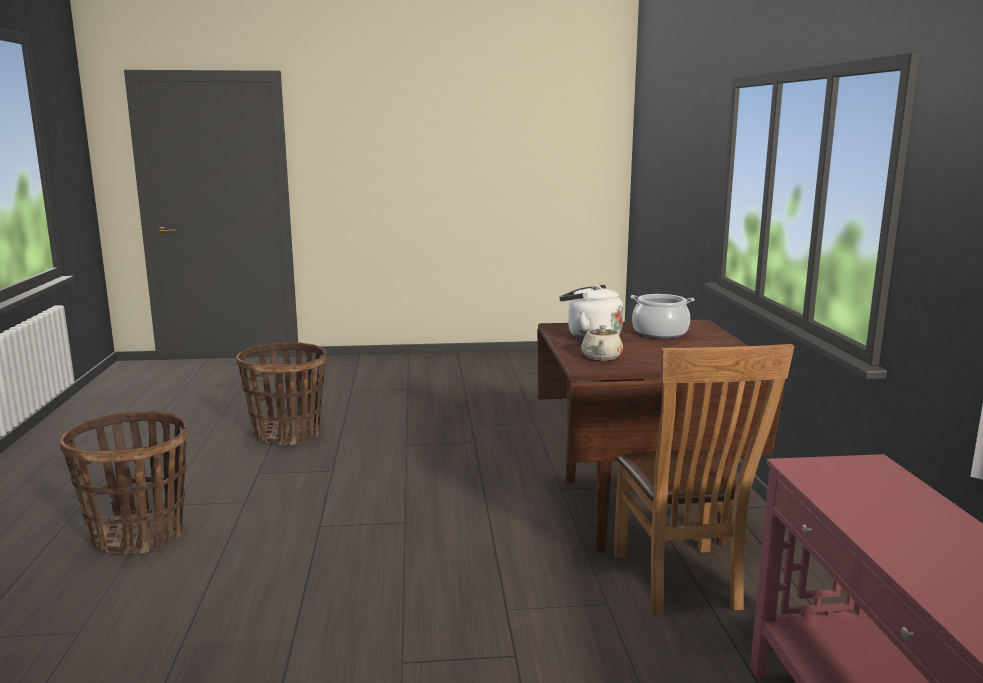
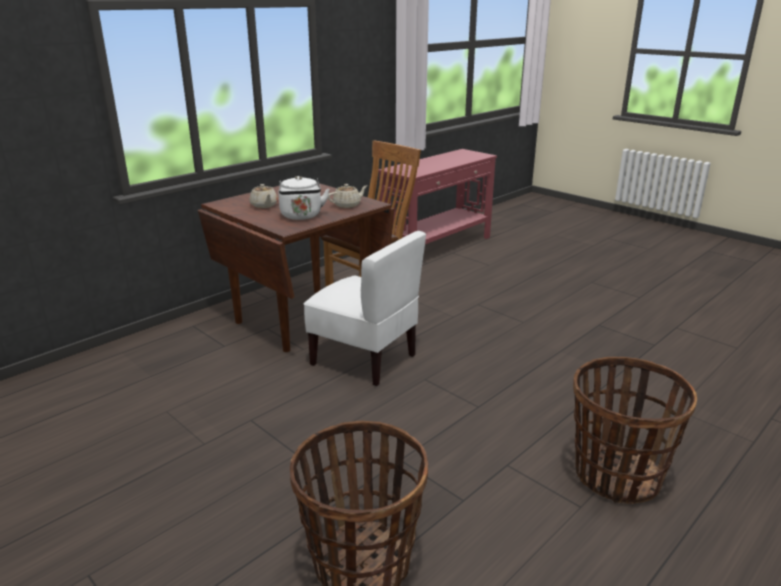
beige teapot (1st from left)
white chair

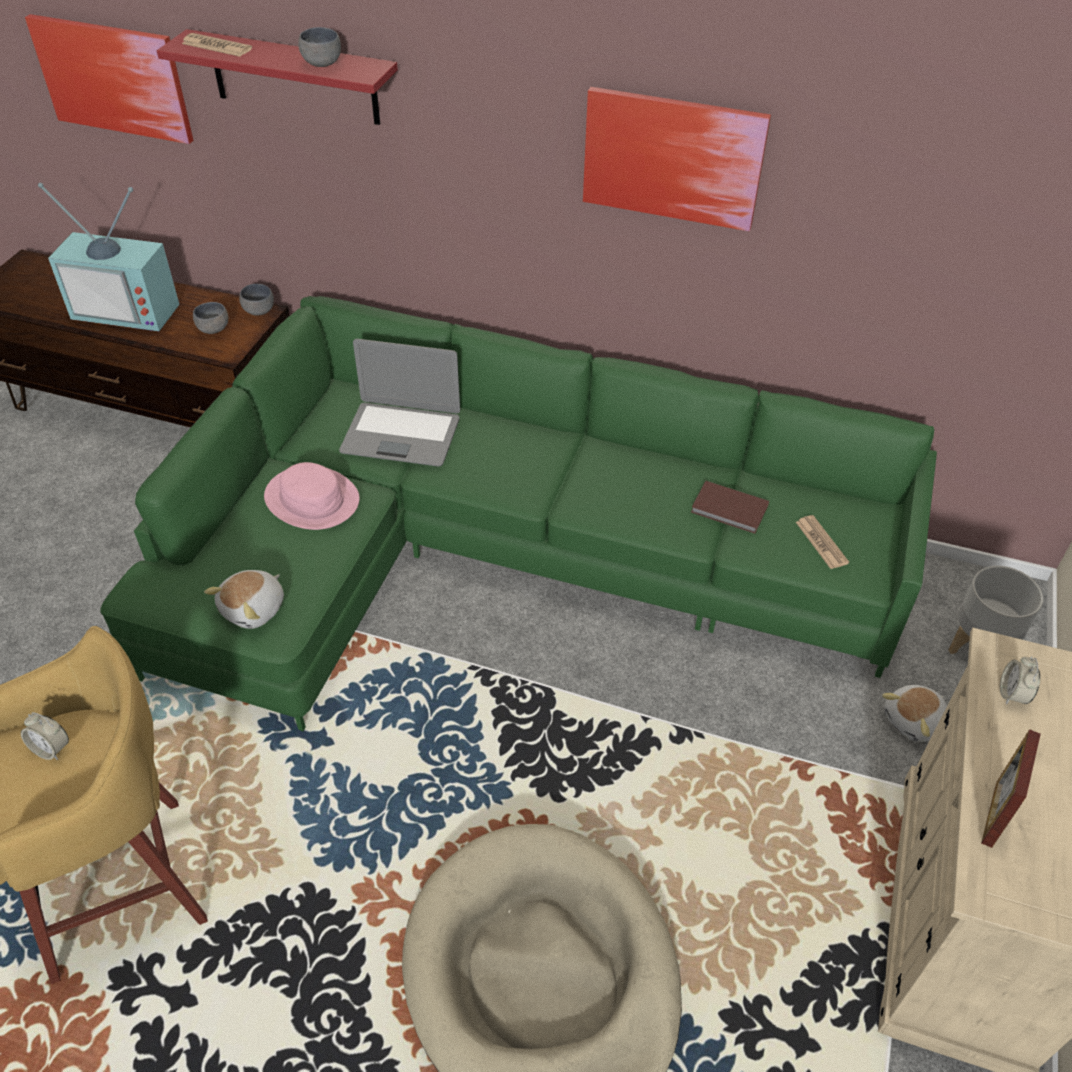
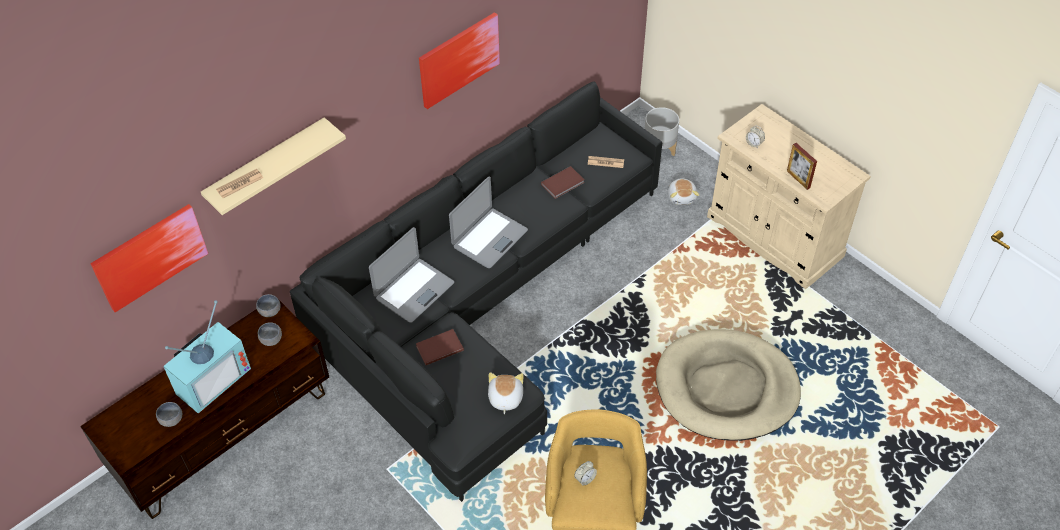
grey bowl (1st from left)
beige shelf
black sofa
brown book (1st from left)
laptop (2nd from left)
plush toy (1st from left)

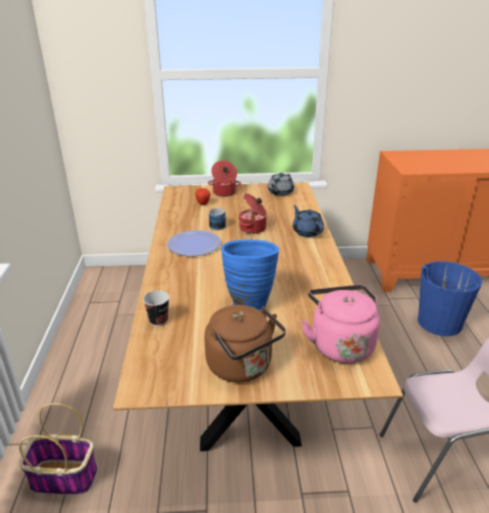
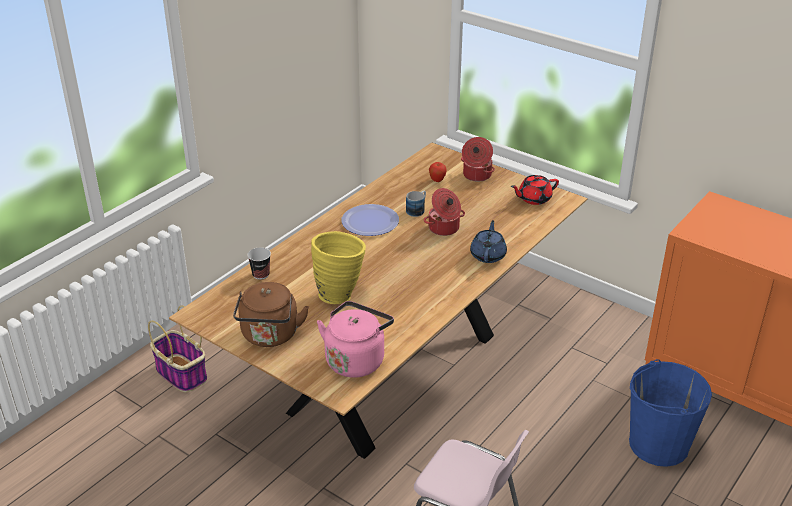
yellow vase
red teapot

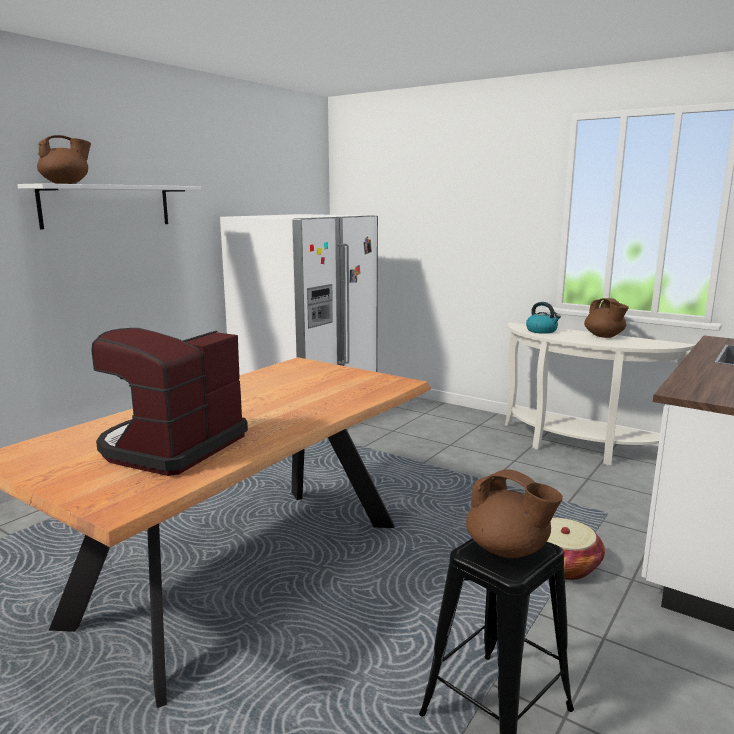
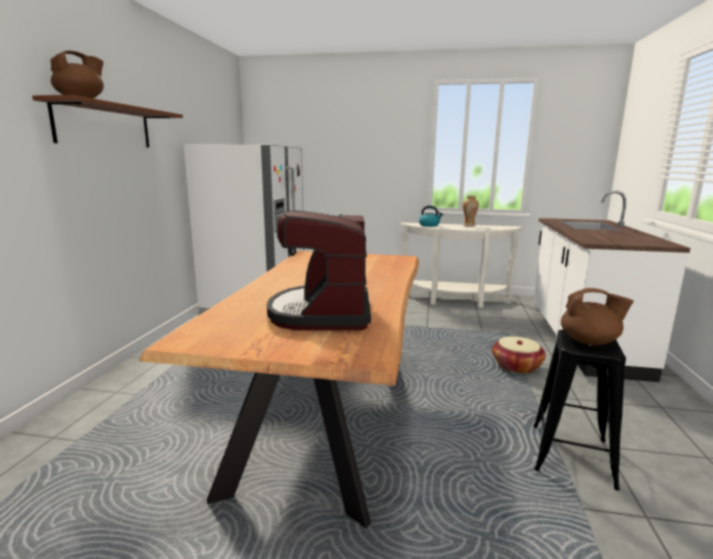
brown shelf
vase

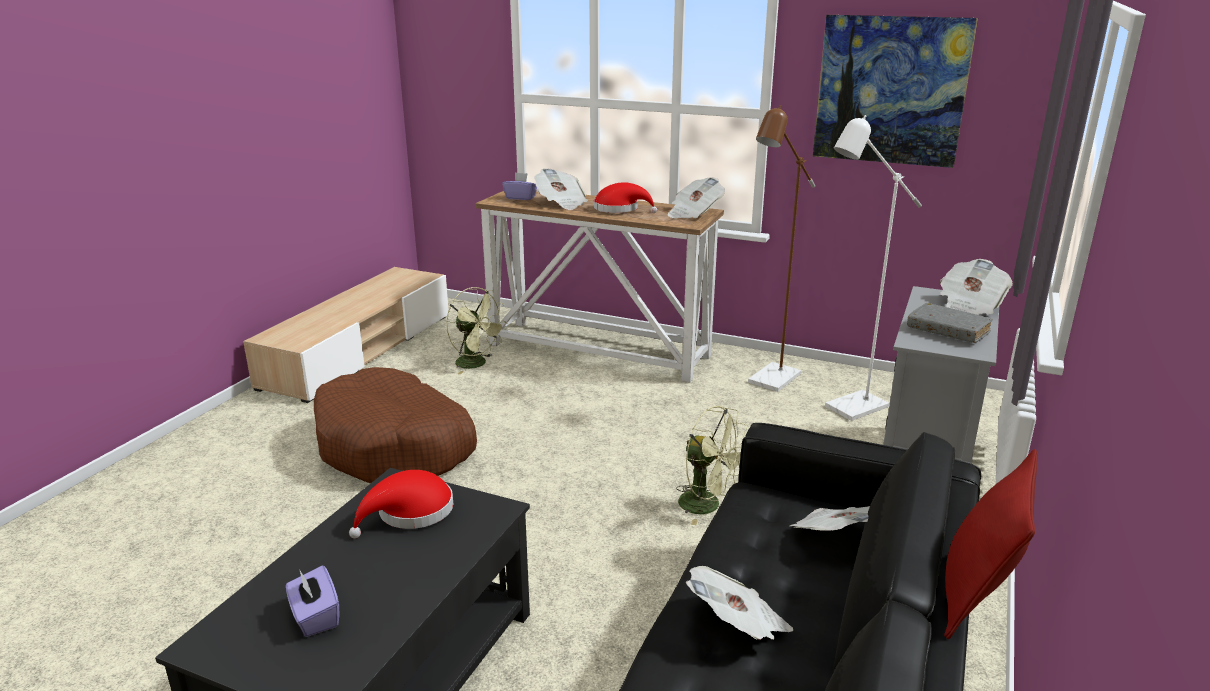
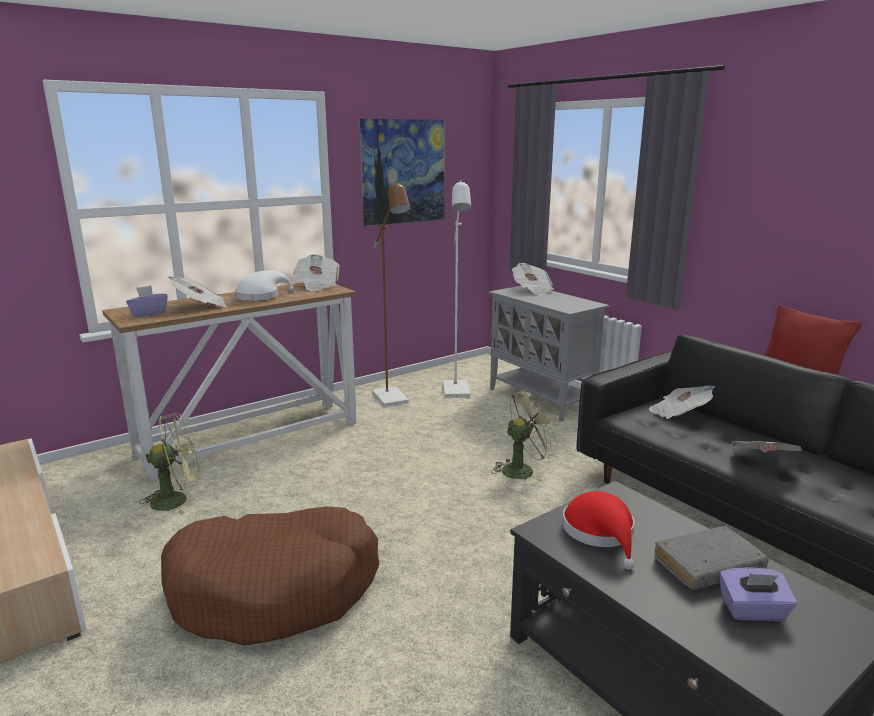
white hat
grey book

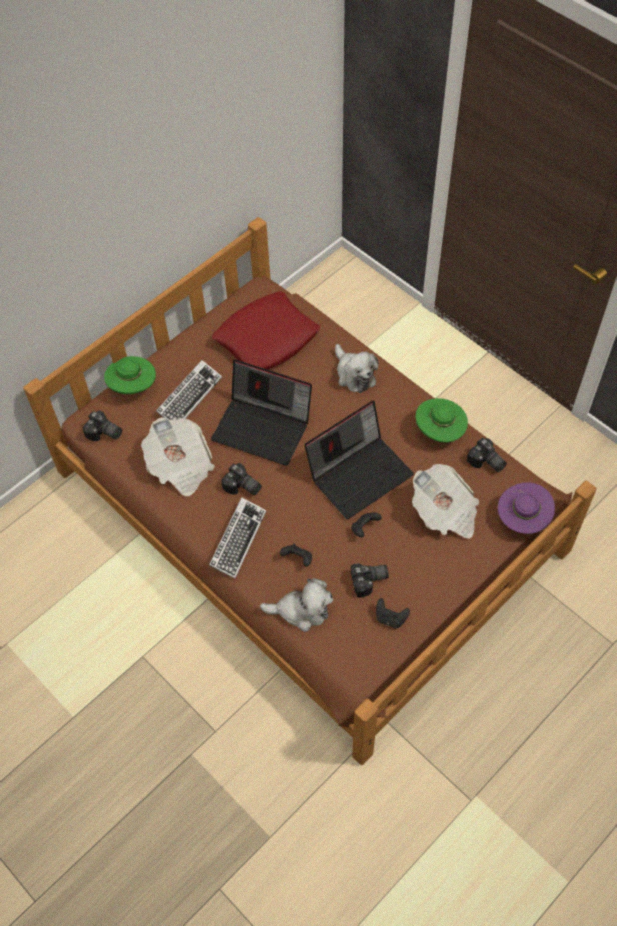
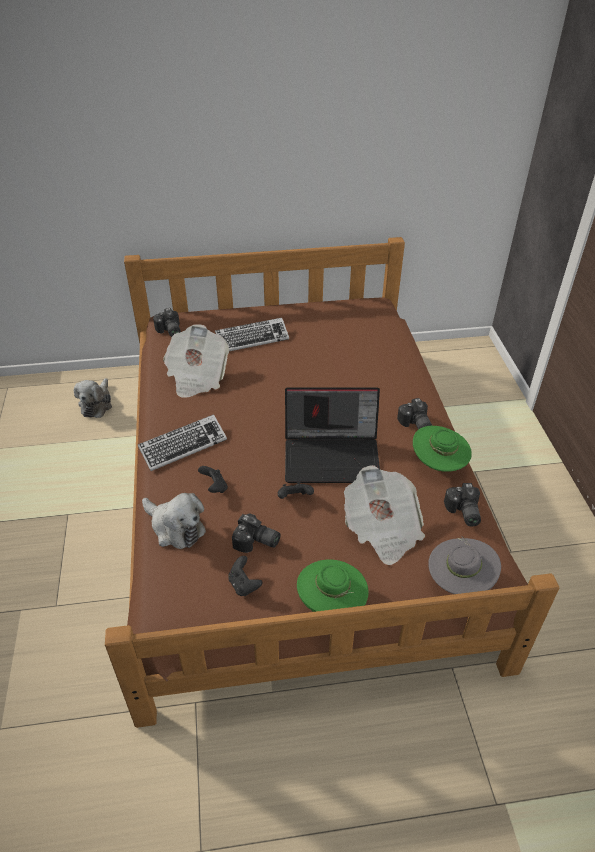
plush toy (1st from left)
green hat (1st from left)
photo camera (3rd from left)
grey hat
laptop (1st from left in the first image)
red pillow

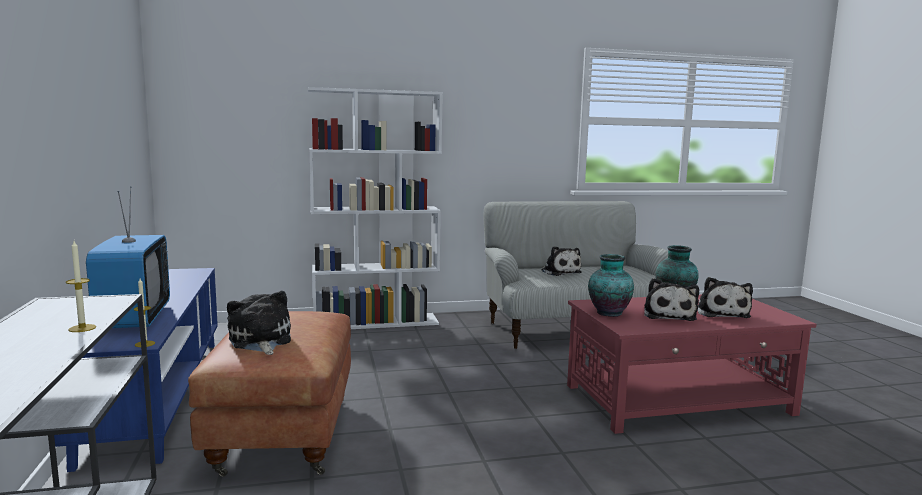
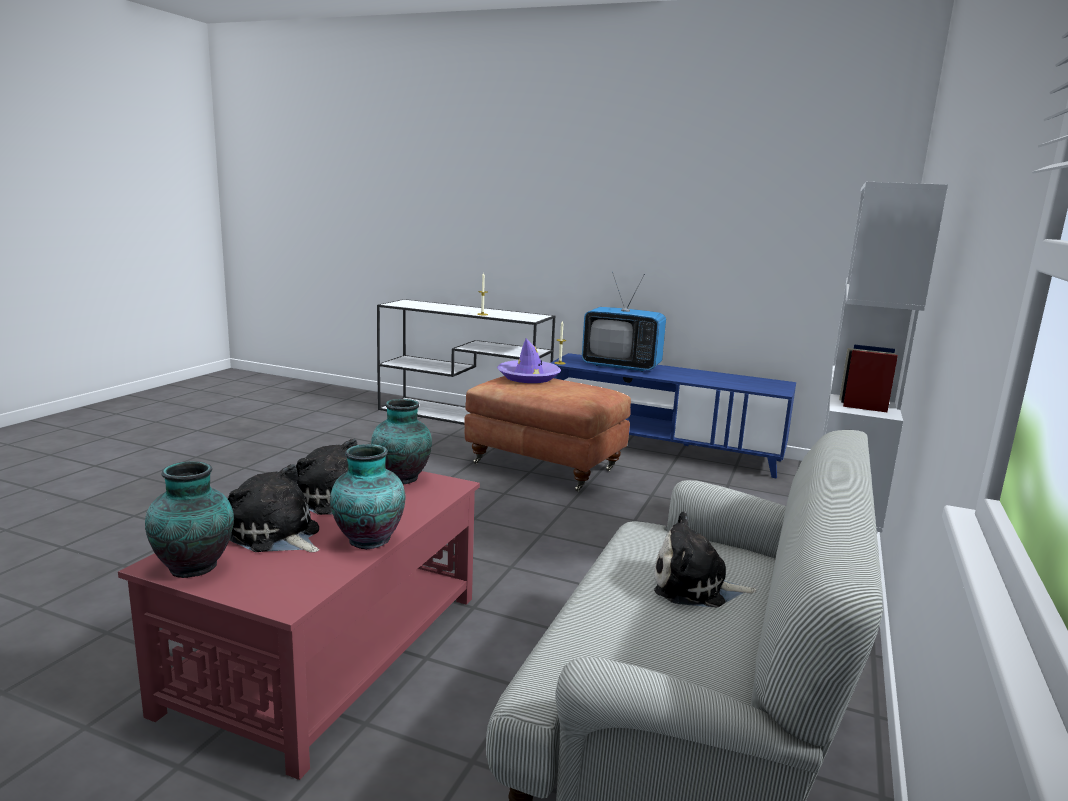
vase (1st from left)
purple hat

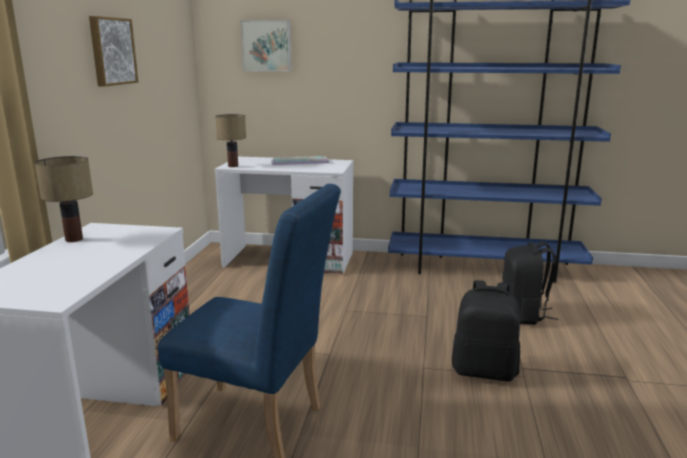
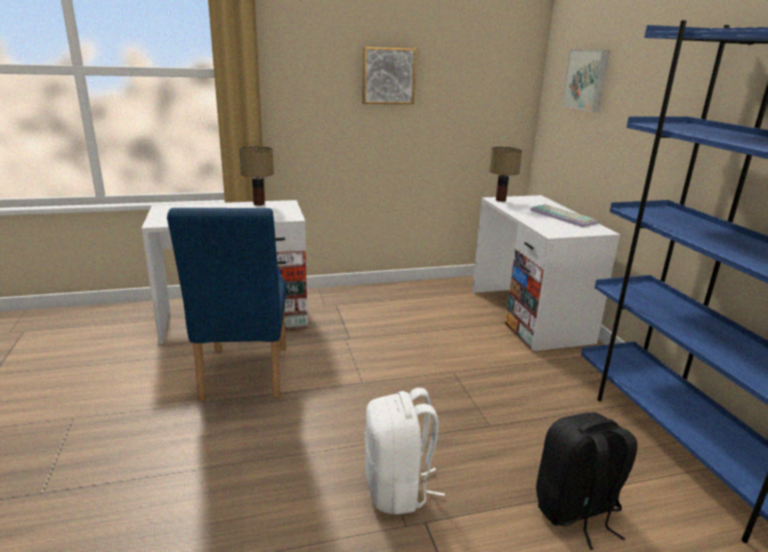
white backpack

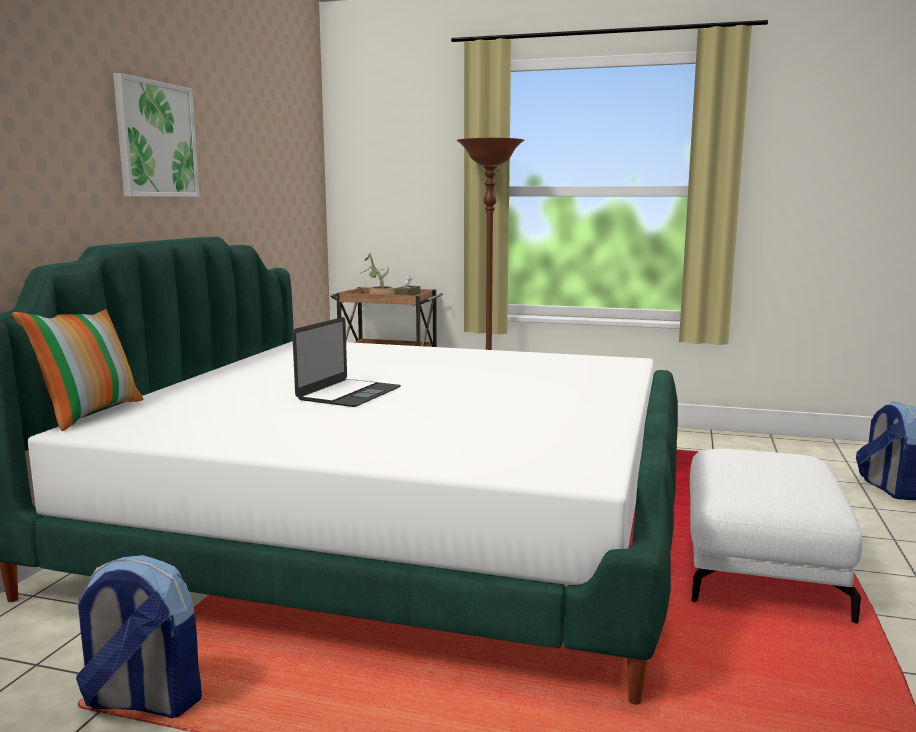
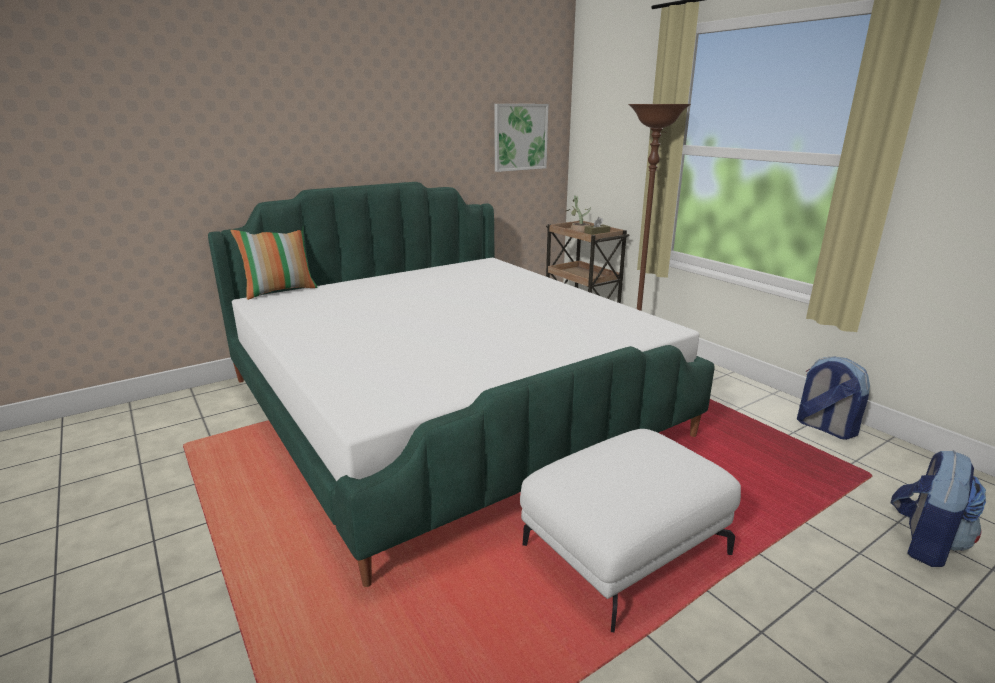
picture
backpack (1st from left)
laptop

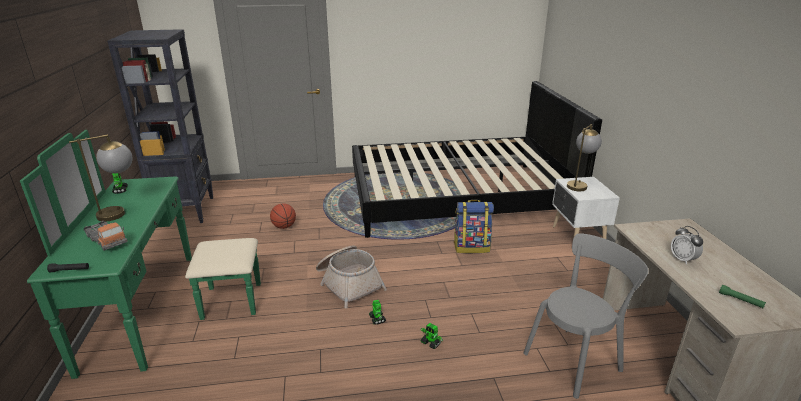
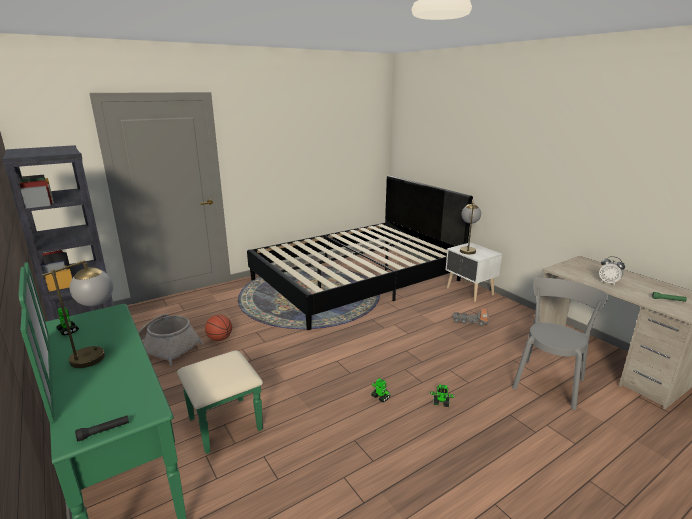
basket
toy truck
backpack

